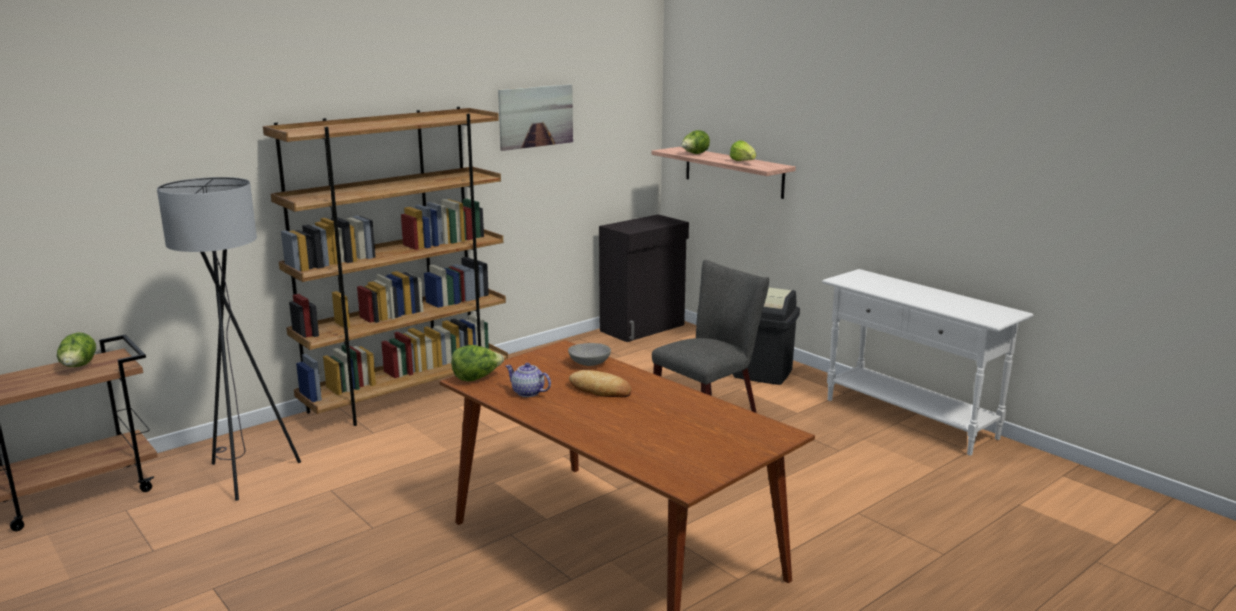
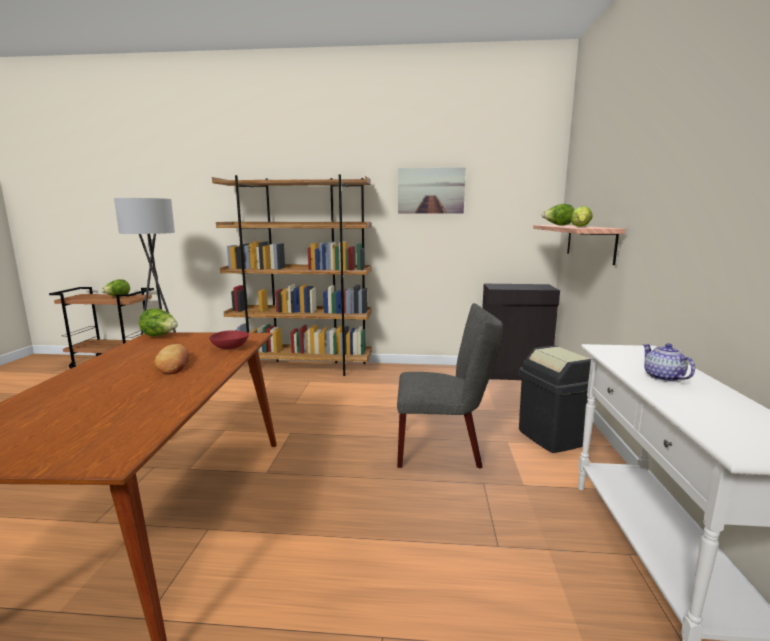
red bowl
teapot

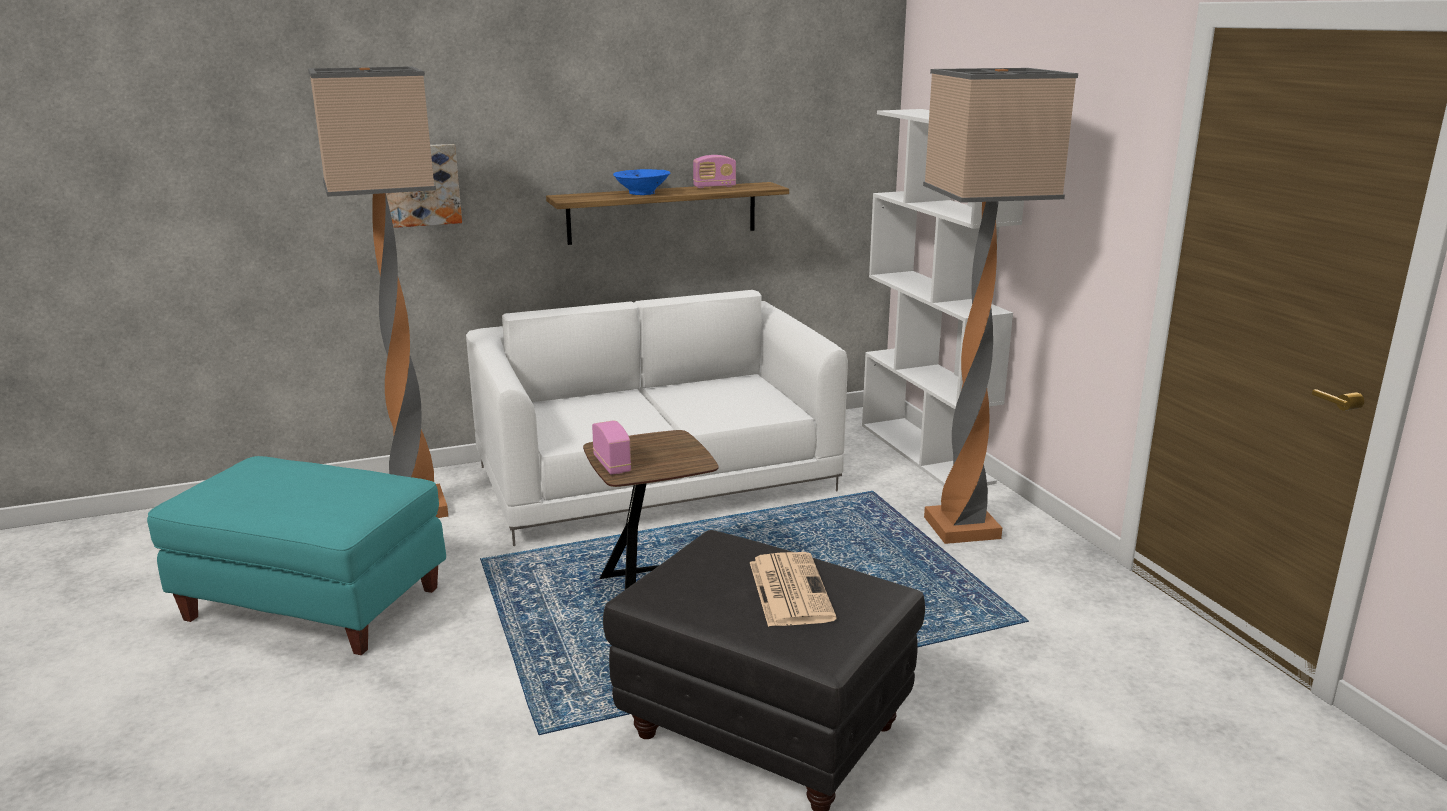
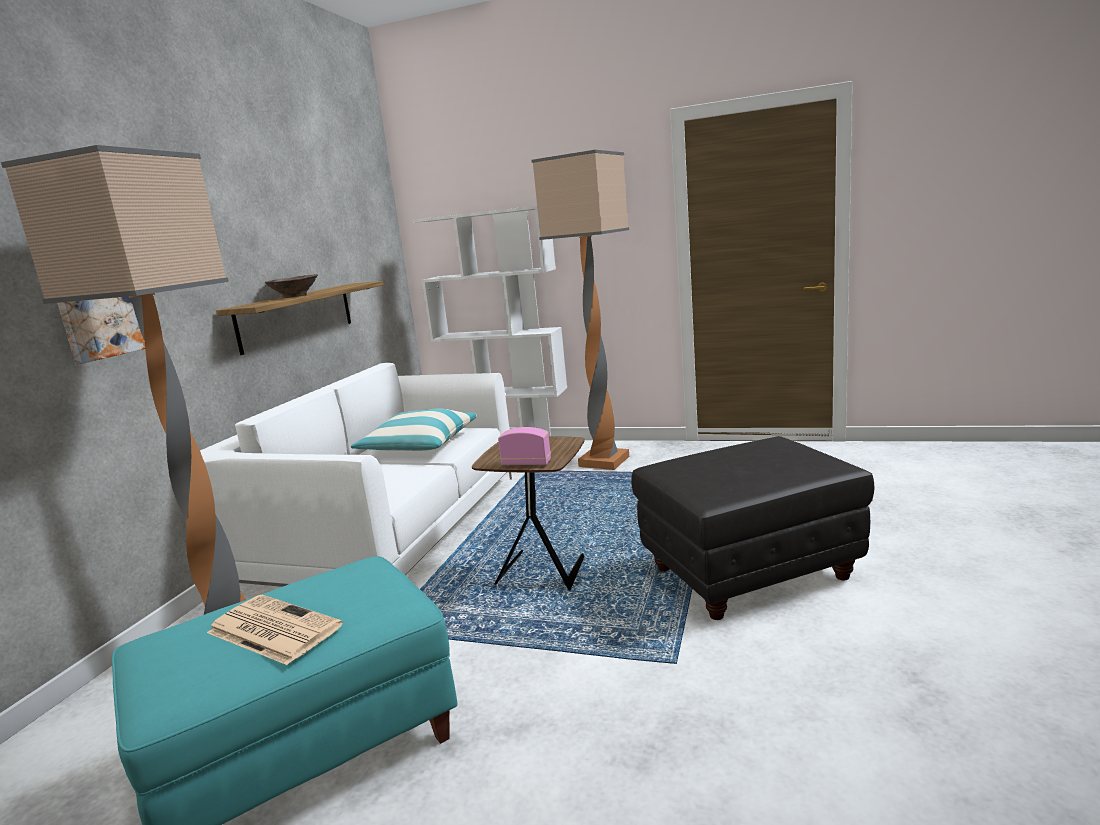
newspaper
brown bowl
pillow
radio (2nd from left in the first image)

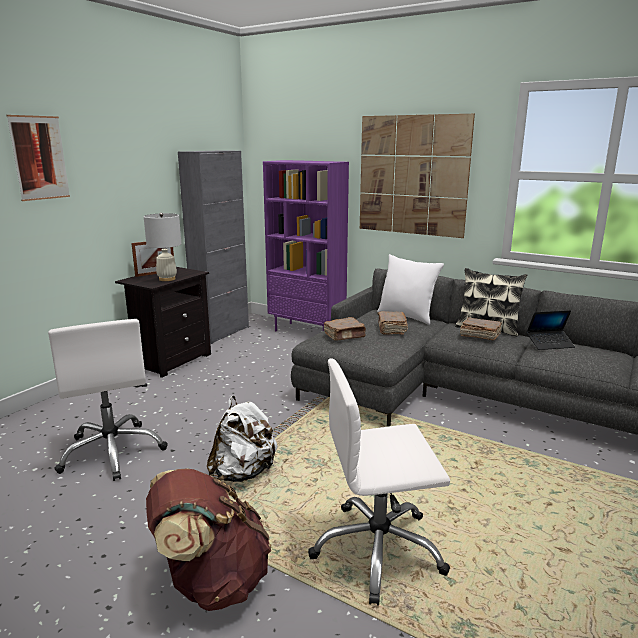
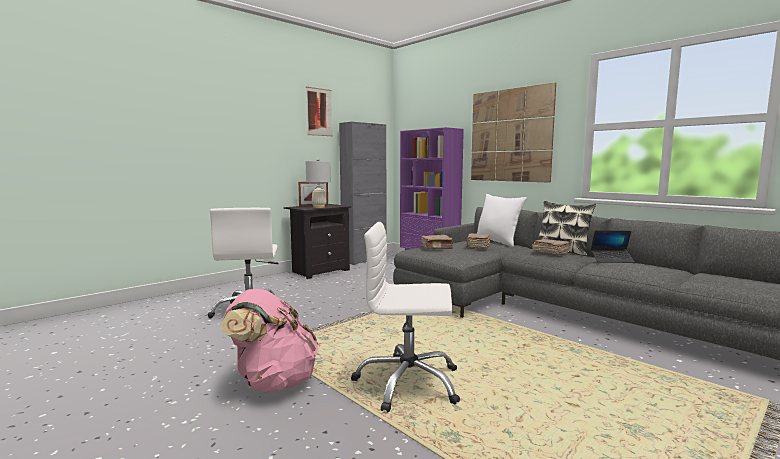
pink backpack
picture (1st from left)
white backpack

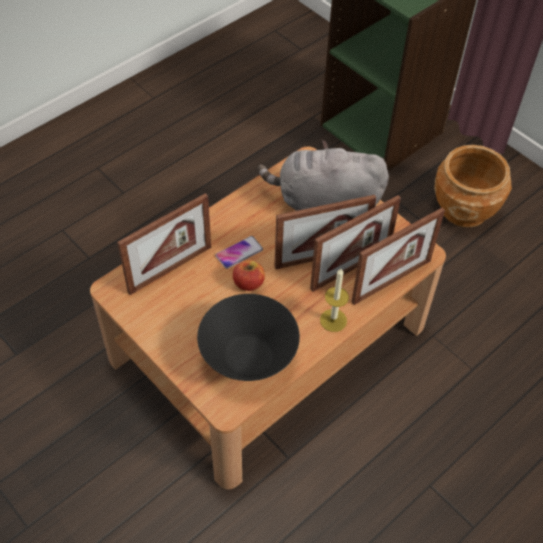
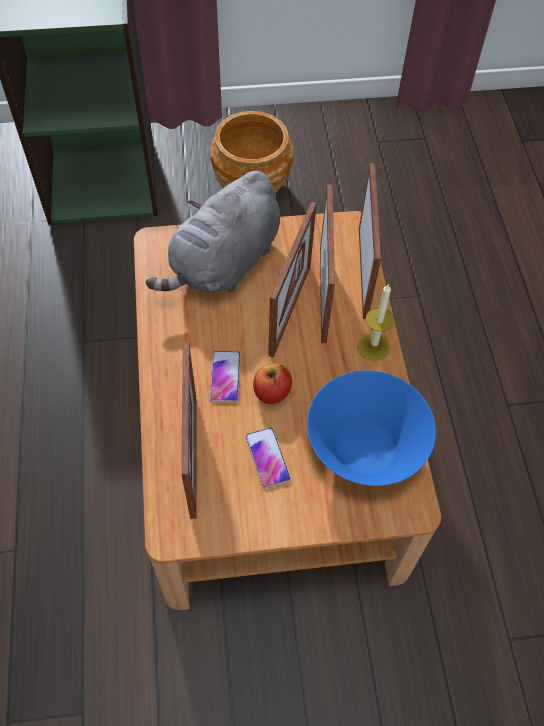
phone (2nd from left)
blue bowl

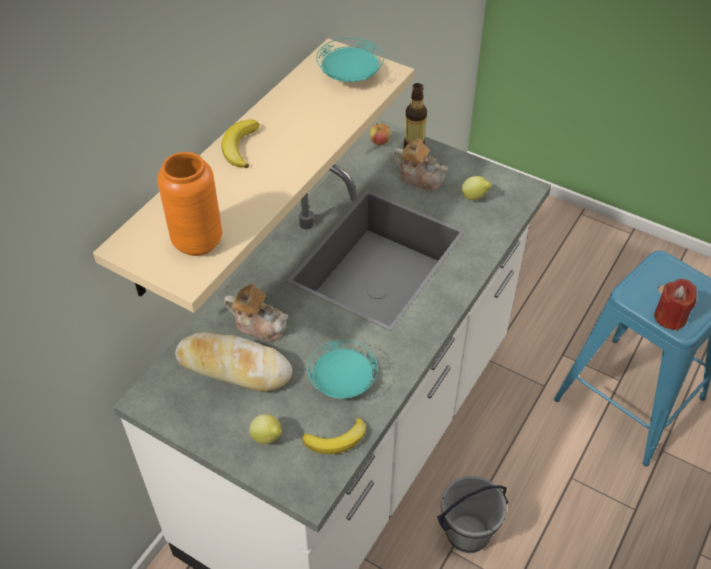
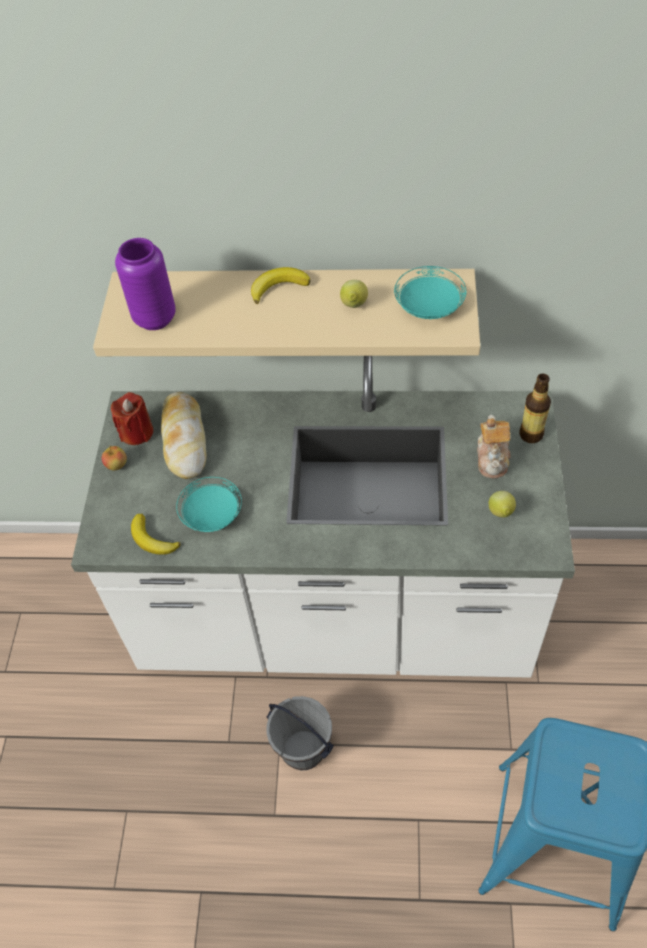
apple
red candle
purple vase
lemon (1st from left)
teapot (1st from left in the first image)

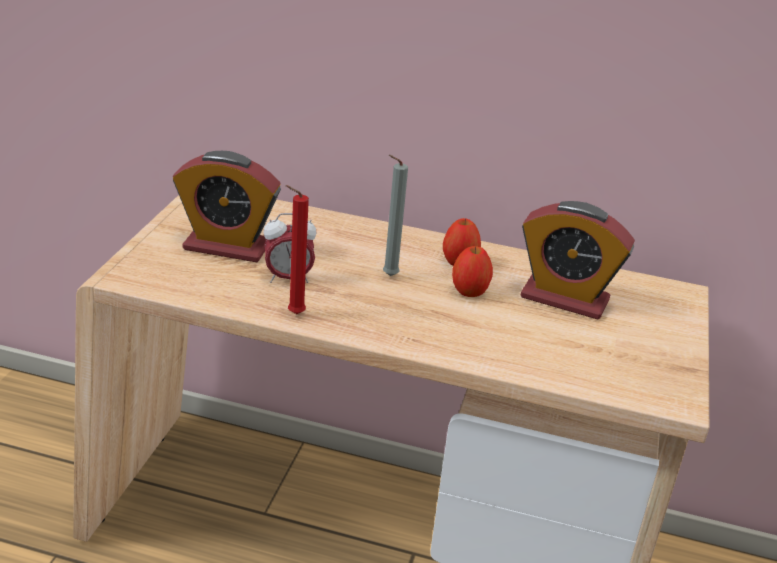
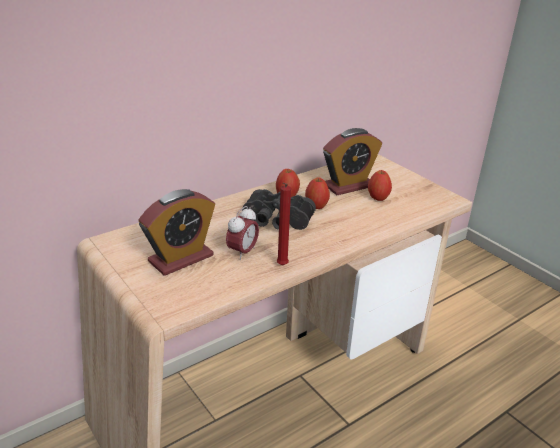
black binoculars
apple (3rd from left)

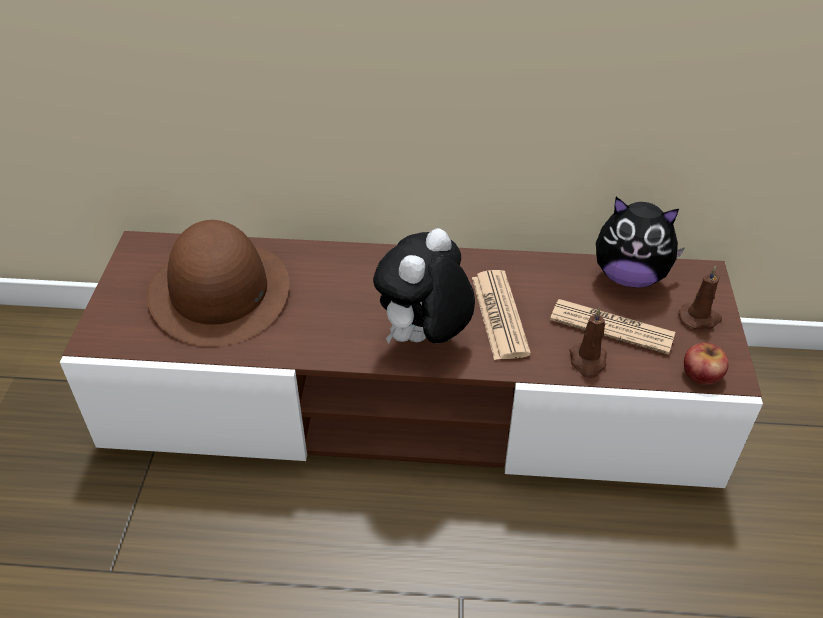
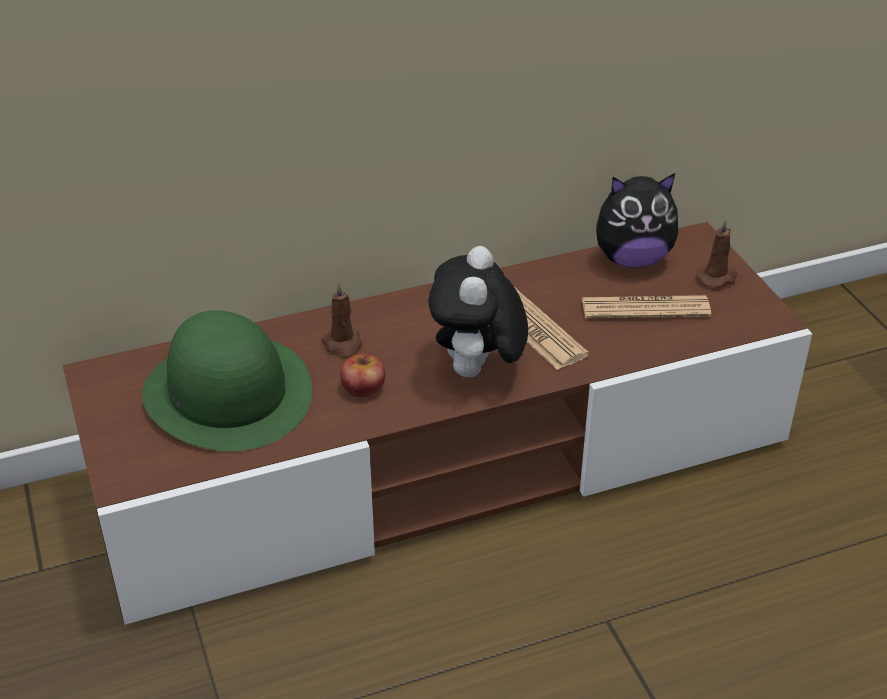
green hat
brown candle (1st from left)
apple

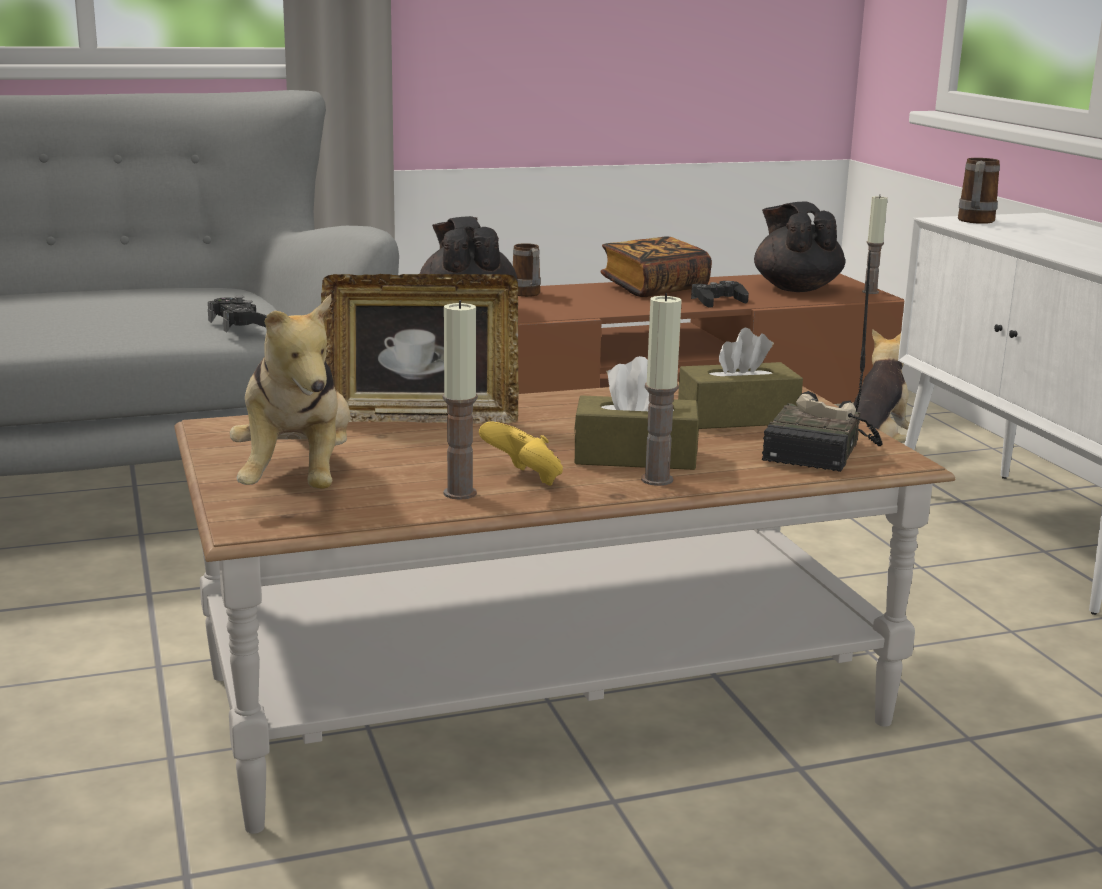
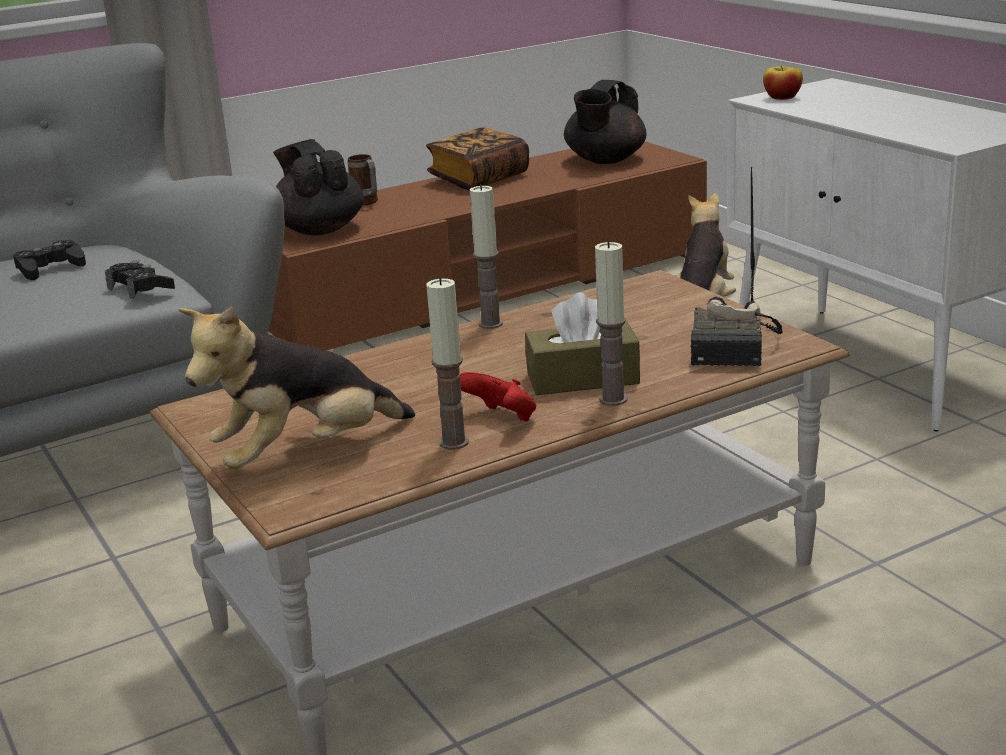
black game controller (1st from left)
plush toy (1st from left)
red game controller
candle (2nd from left)
black teapot (2nd from left)
apple
picture frame
brown tissue box (2nd from left in the first image)

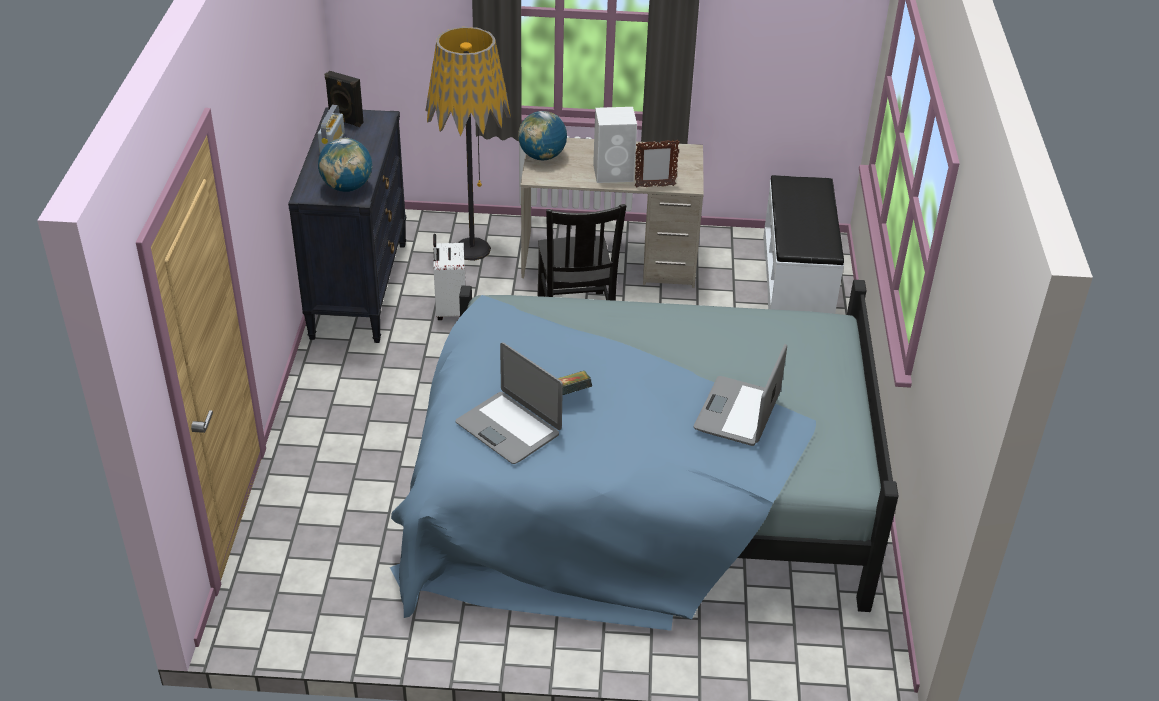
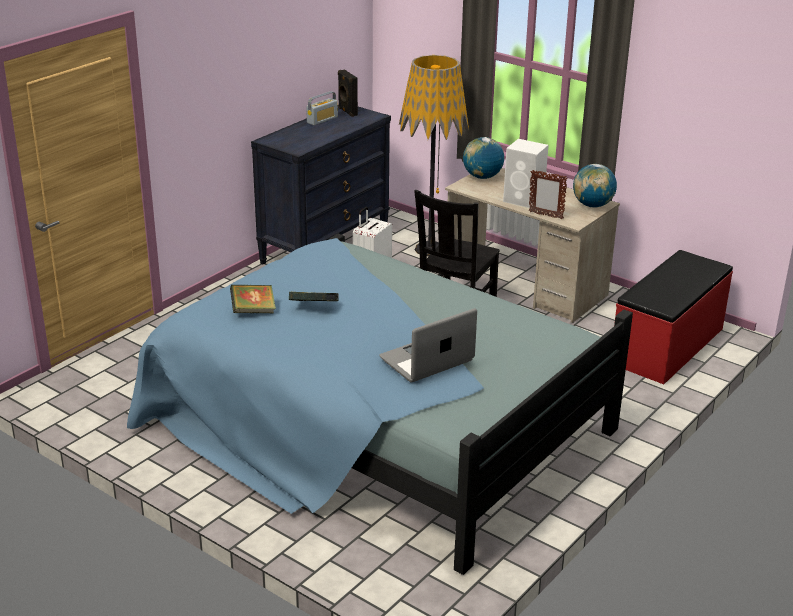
book (1st from left)
globe (2nd from left)
red bench

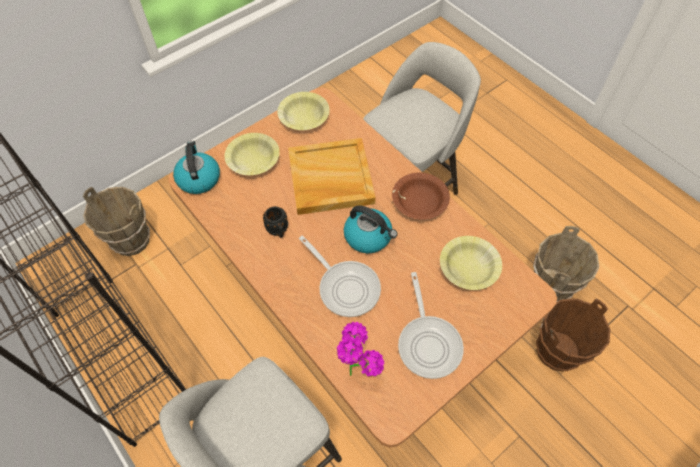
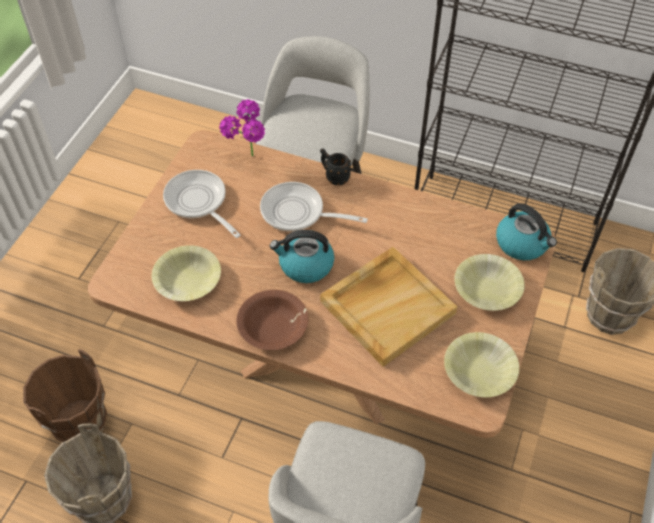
black mug

